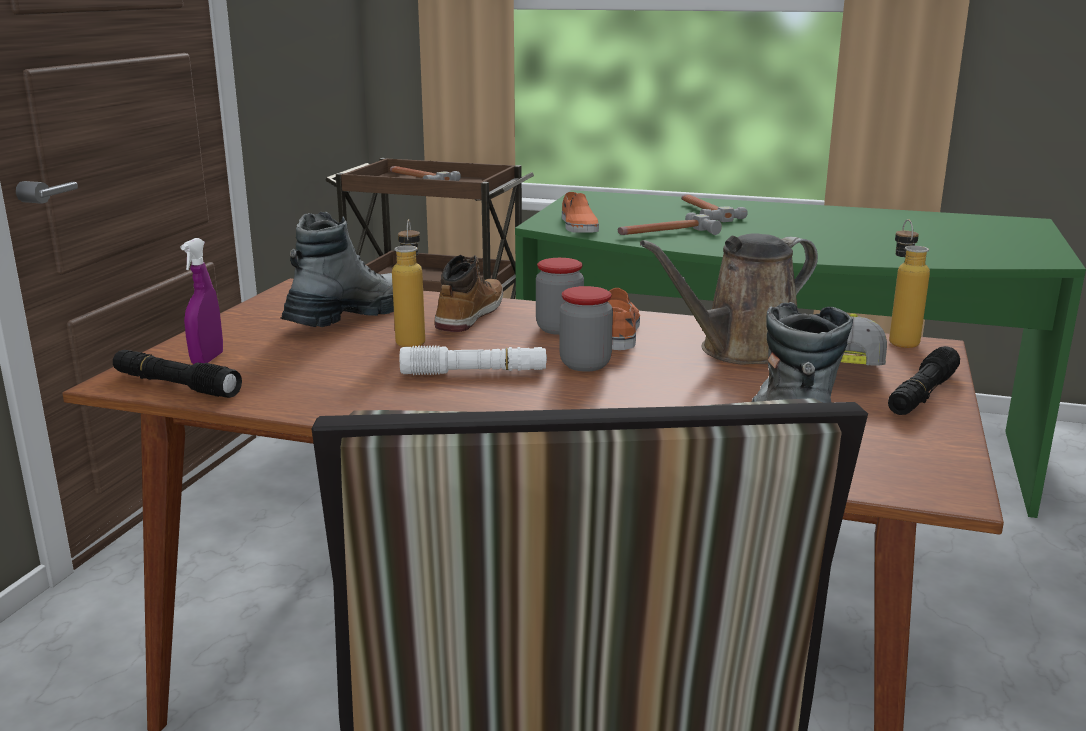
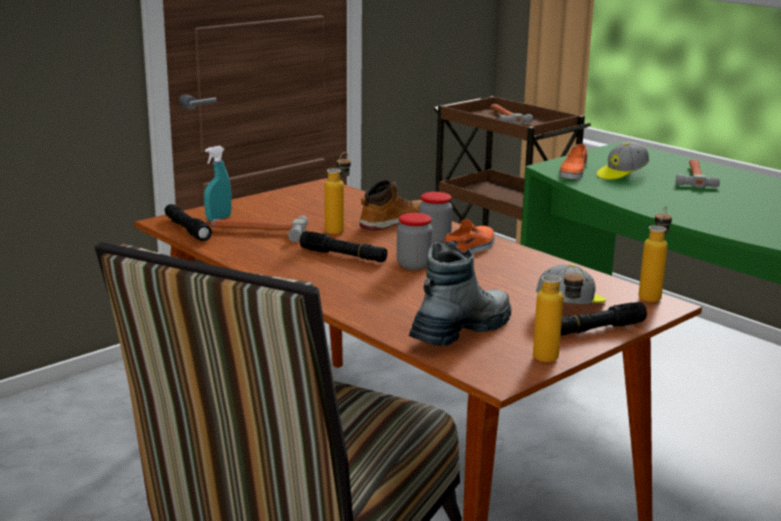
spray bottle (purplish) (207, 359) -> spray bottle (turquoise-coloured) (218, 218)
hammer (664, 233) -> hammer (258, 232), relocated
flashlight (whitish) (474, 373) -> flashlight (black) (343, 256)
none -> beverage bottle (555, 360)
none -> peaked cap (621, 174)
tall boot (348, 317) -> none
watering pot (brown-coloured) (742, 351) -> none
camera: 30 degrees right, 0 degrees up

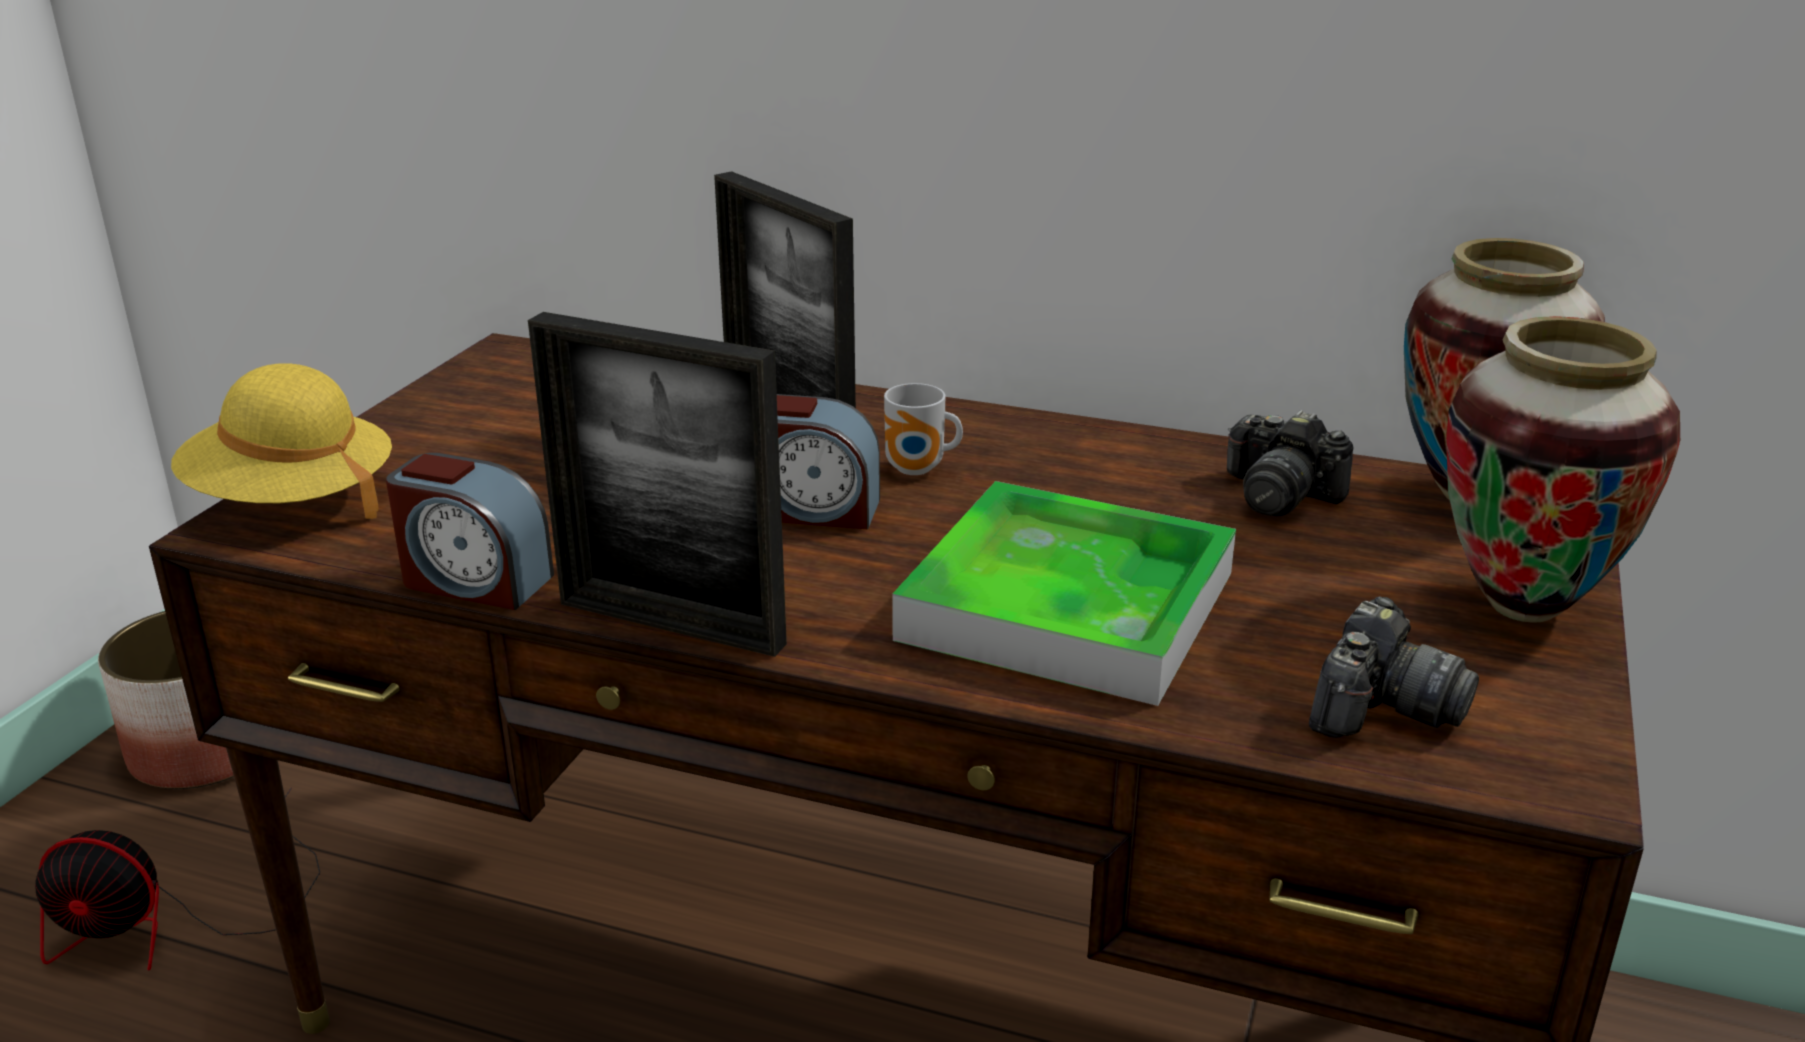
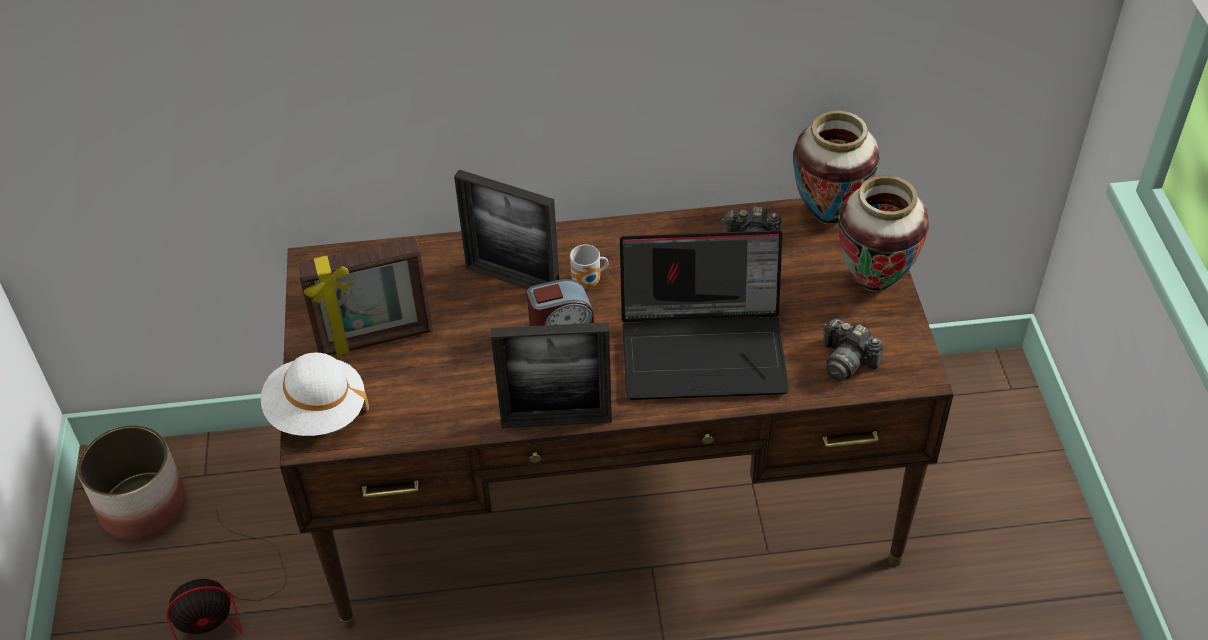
hat (yellow) (292, 500) -> hat (whitish) (317, 412)
none -> standing frame (375, 340)
serving tray (1068, 606) -> laptop (705, 348)
photo camera (1381, 709) -> photo camera (846, 361), 120 degrees clockwise
bedside clock (475, 581) -> none
camera: 25 degrees left, 20 degrees up

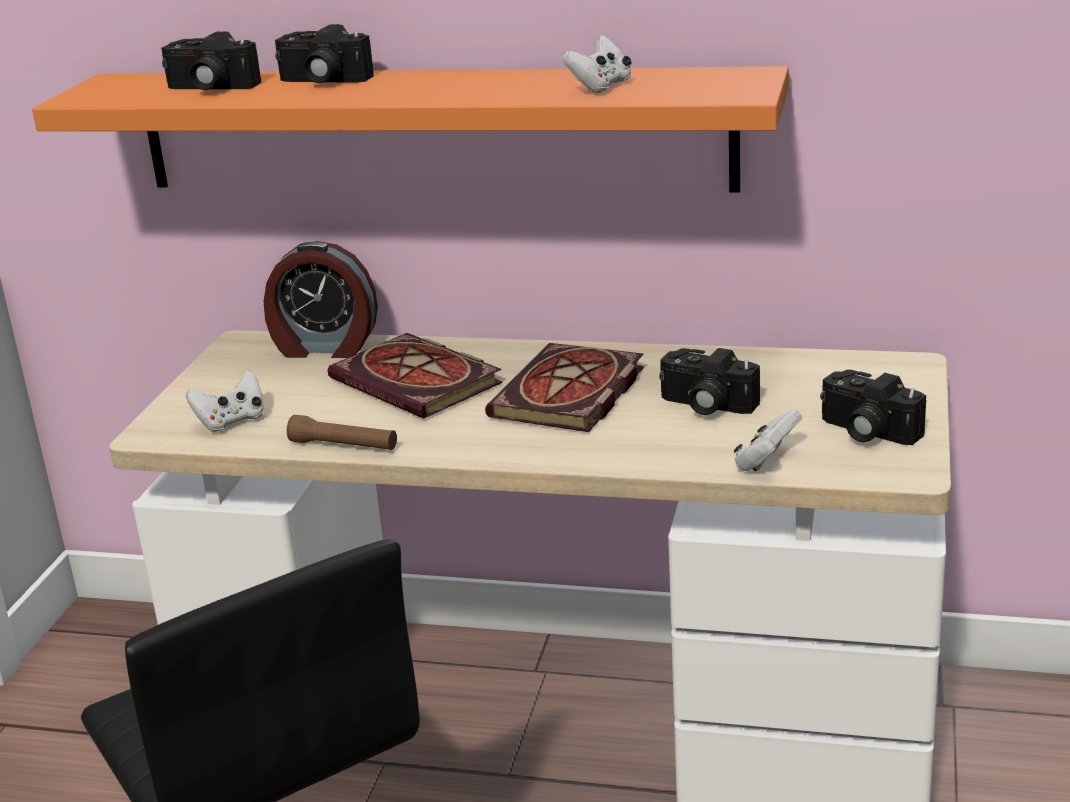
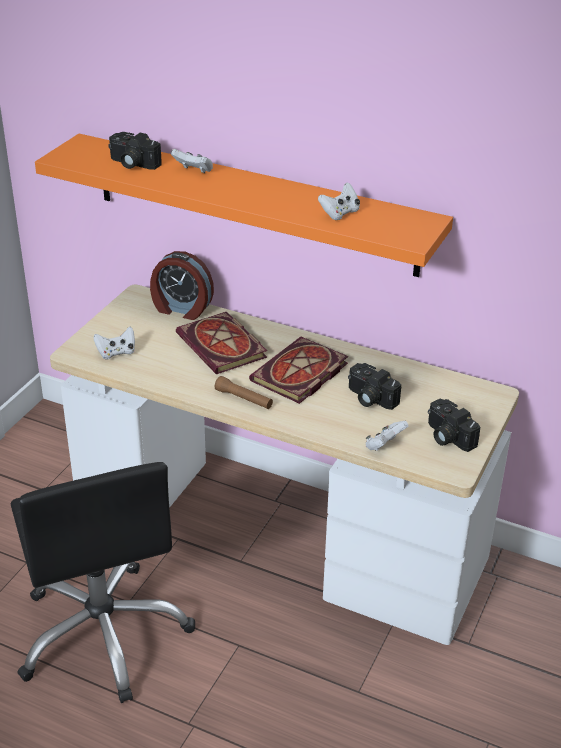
photo camera (322, 81) -> joypad (whitish) (194, 171)
flashlight (brown-coloured) (344, 446) -> flashlight (brown-coloured) (244, 399), relocated
camera: 10 degrees right, 10 degrees up

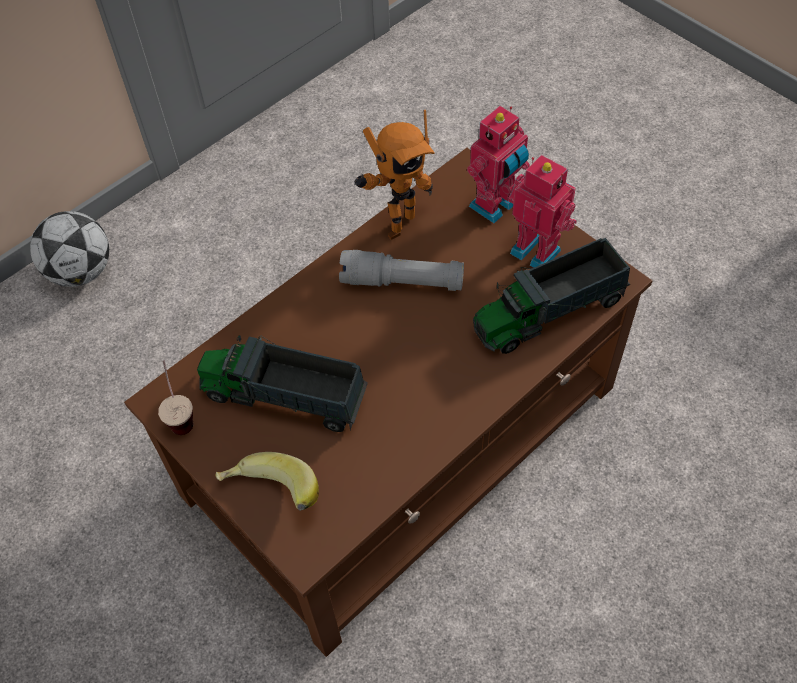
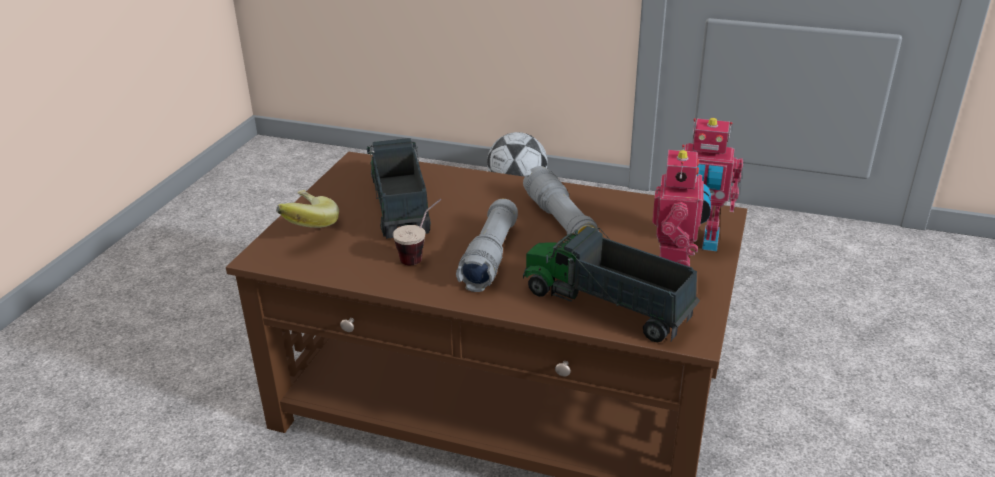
small cup (180, 414) -> small cup (421, 255), relocated
none -> flashlight (gray) (490, 257)
robot figure (396, 224) -> none
camera: 60 degrees right, 25 degrees down

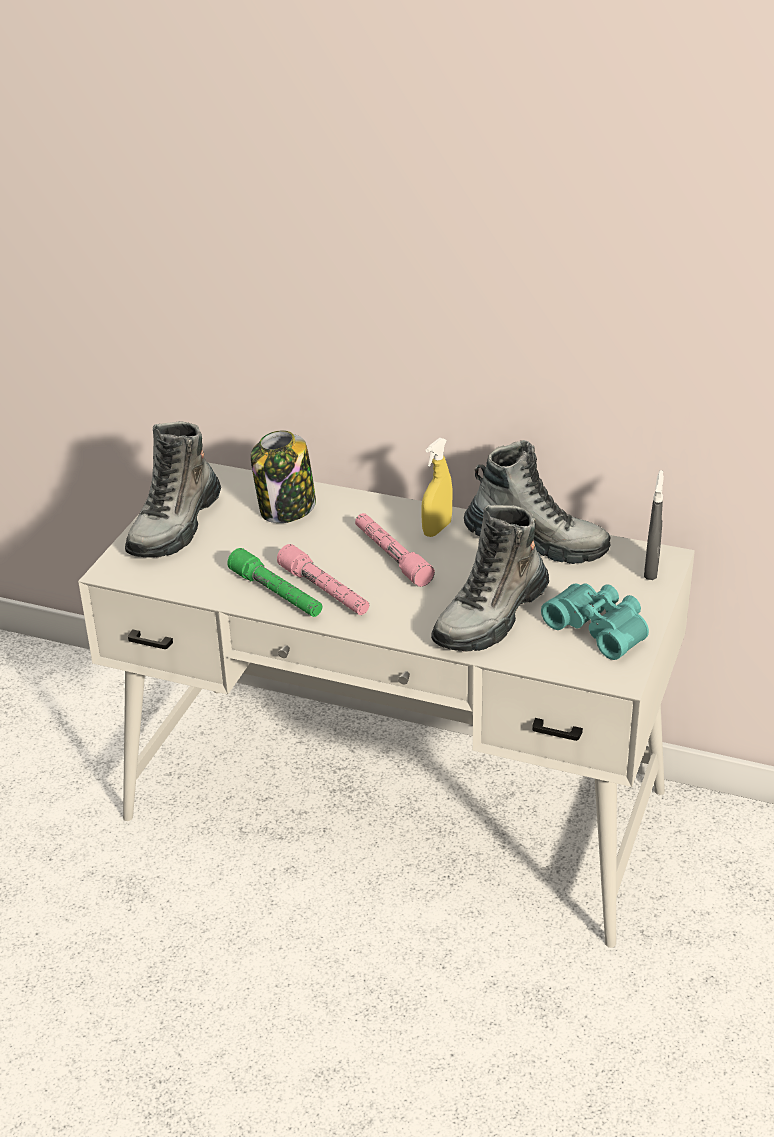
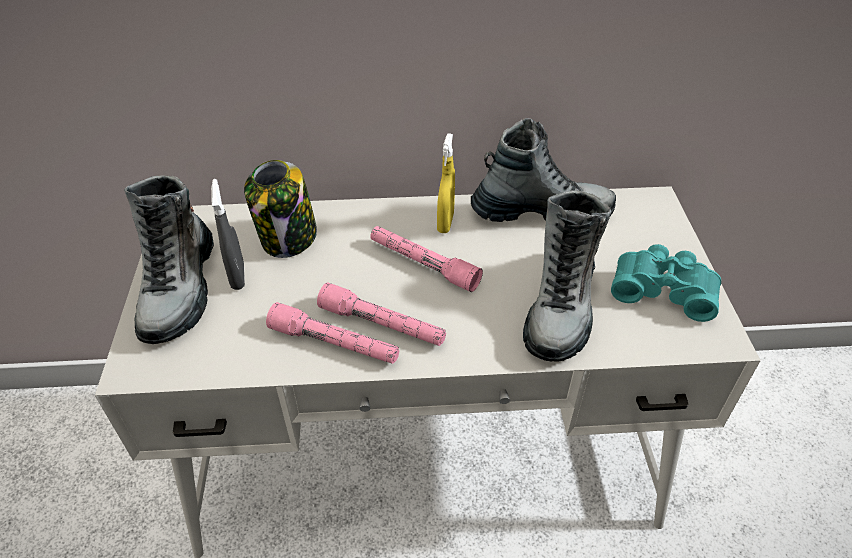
spray bottle (gray) (651, 570) -> spray bottle (gray) (238, 276), relocated
flashlight (green) (277, 594) -> flashlight (pink) (334, 343)
camera: 25 degrees left, 10 degrees up

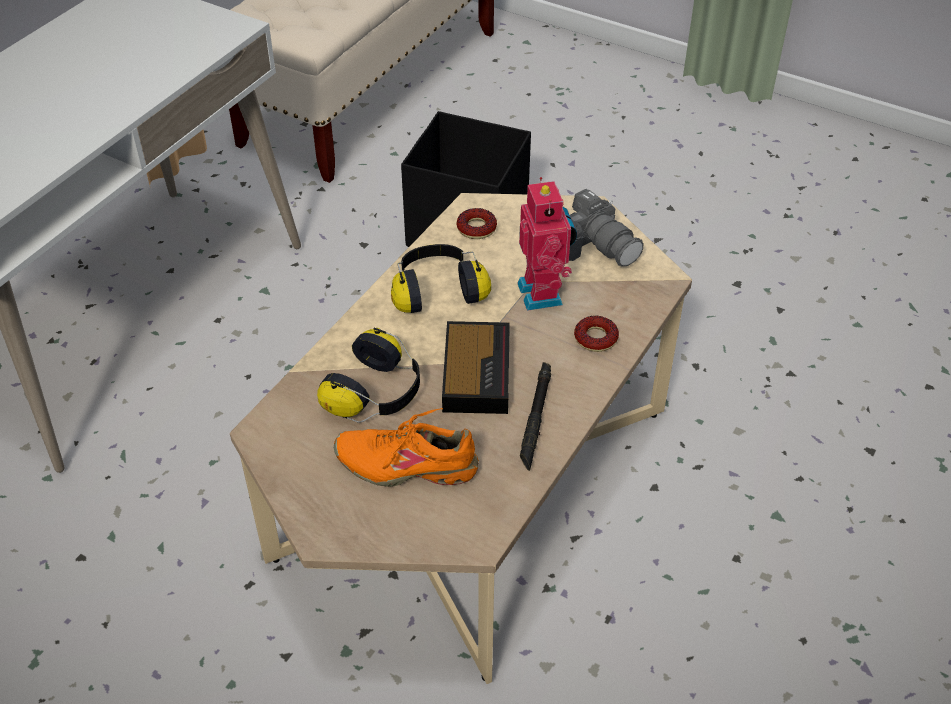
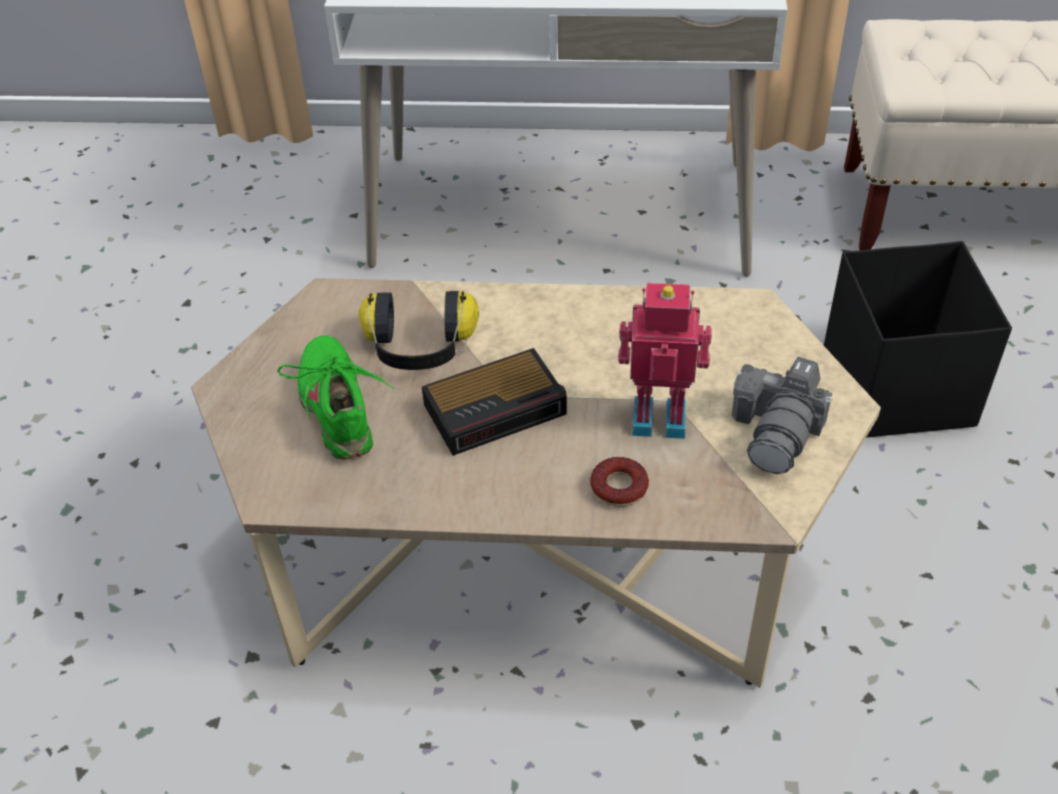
low shoe (orange) (407, 464) -> low shoe (green) (339, 407)
robot figure (543, 293) -> robot figure (659, 416), 135 degrees counterclockwise
headset (437, 291) -> none
doughnut (476, 228) -> none
flashlight (black) (536, 418) -> none
camera: 65 degrees right, 0 degrees up

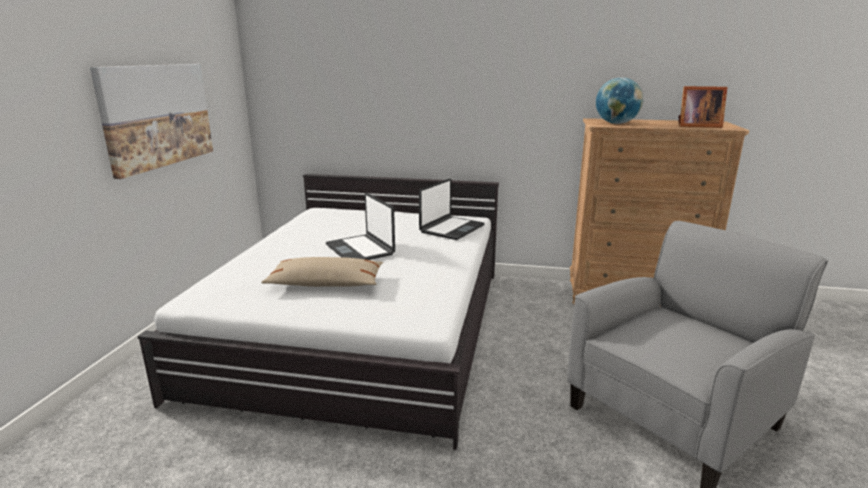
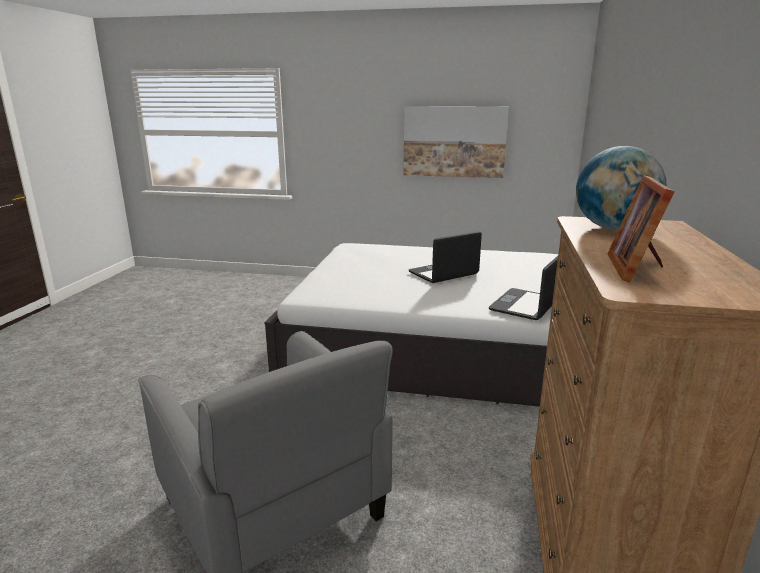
laptop (451, 229) -> laptop (525, 305), 90 degrees clockwise
cushion (beige) (326, 284) -> none
camera: 90 degrees right, 0 degrees up

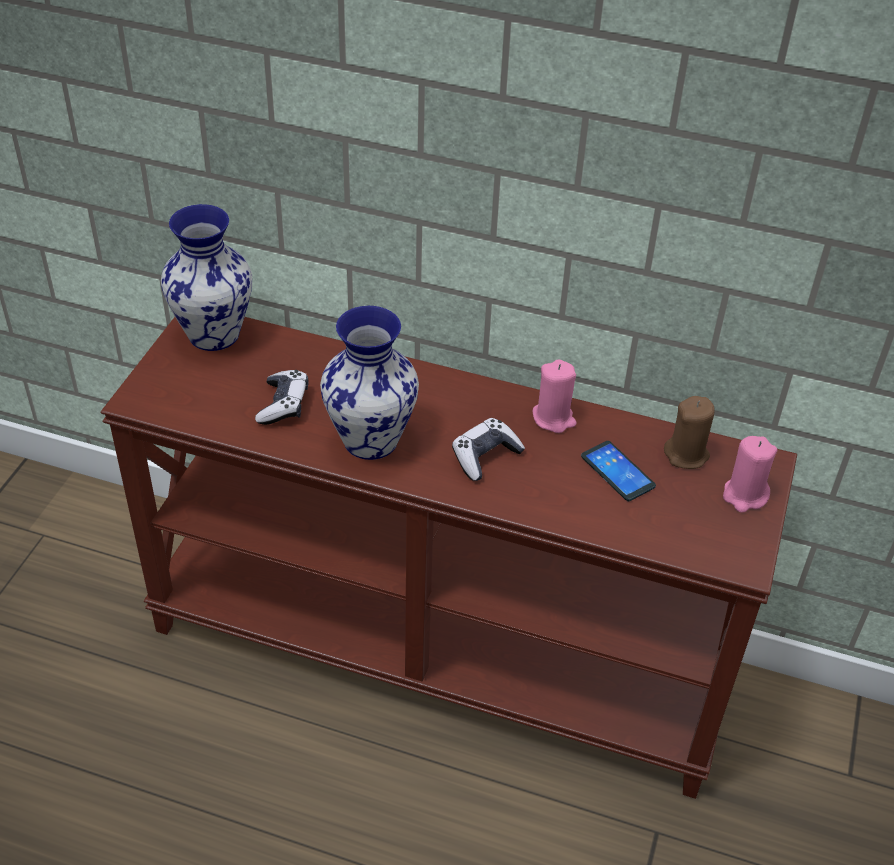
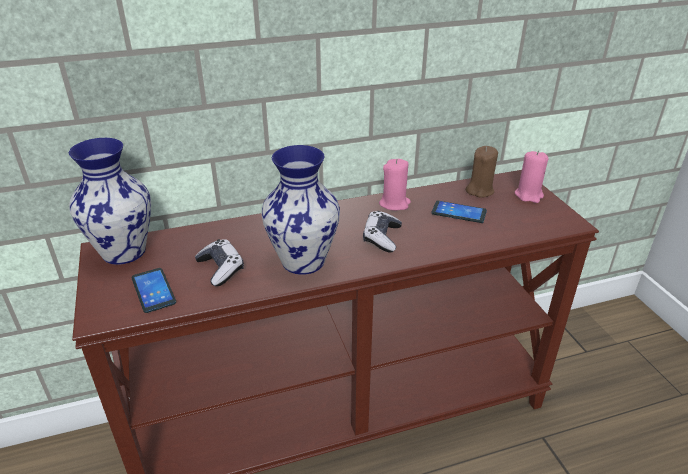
none -> phone (153, 290)
camera: 35 degrees left, 10 degrees down

